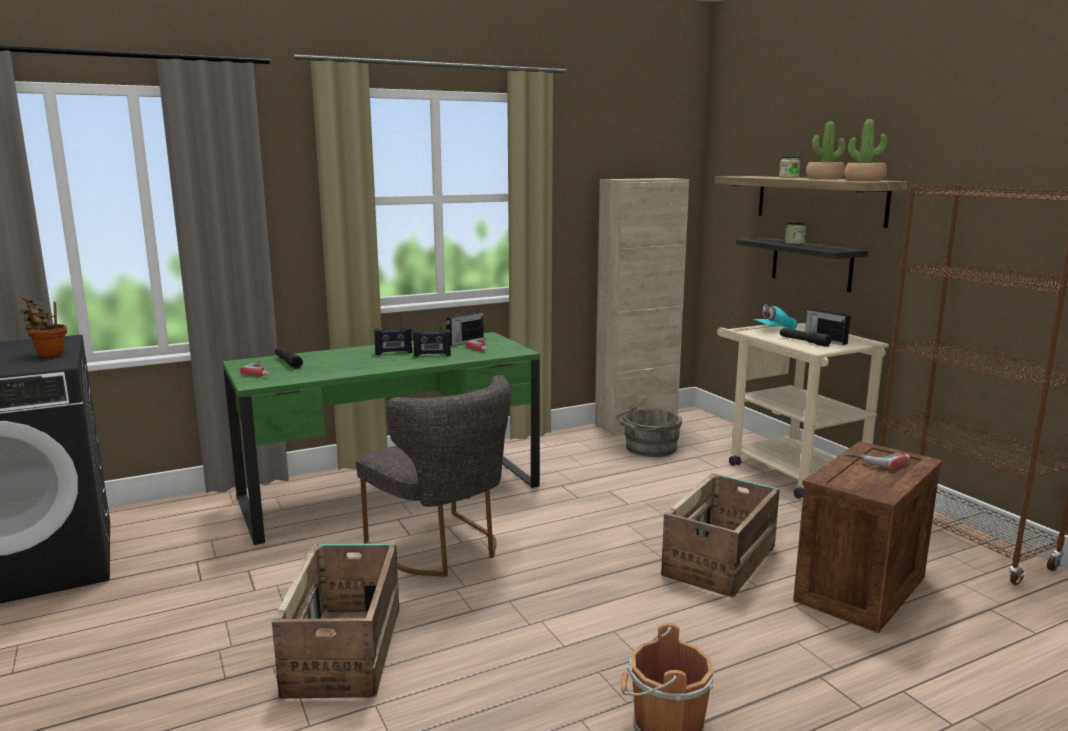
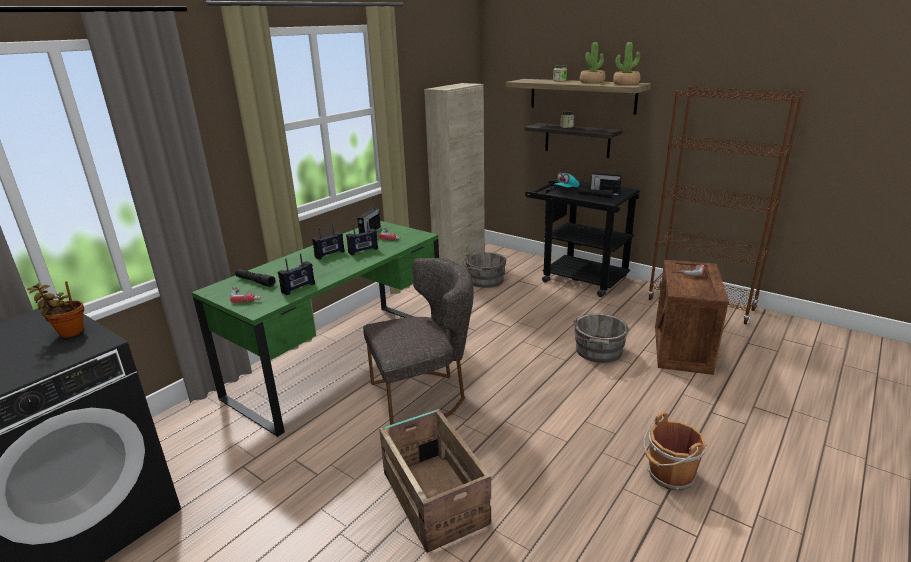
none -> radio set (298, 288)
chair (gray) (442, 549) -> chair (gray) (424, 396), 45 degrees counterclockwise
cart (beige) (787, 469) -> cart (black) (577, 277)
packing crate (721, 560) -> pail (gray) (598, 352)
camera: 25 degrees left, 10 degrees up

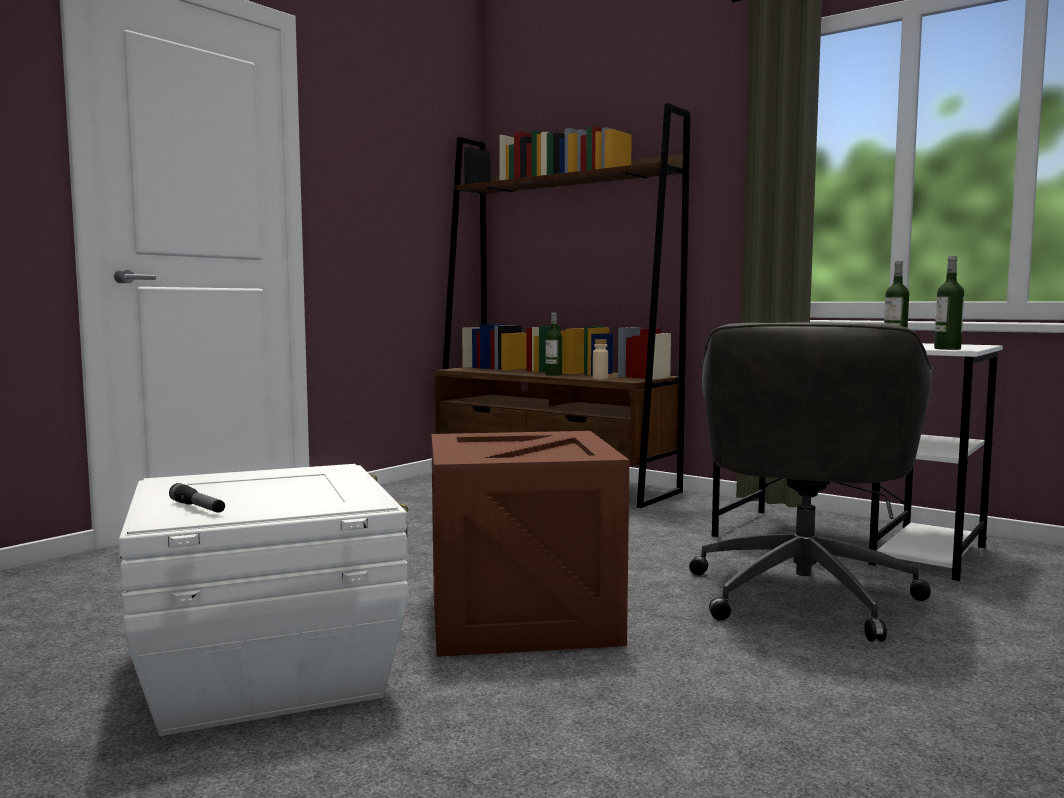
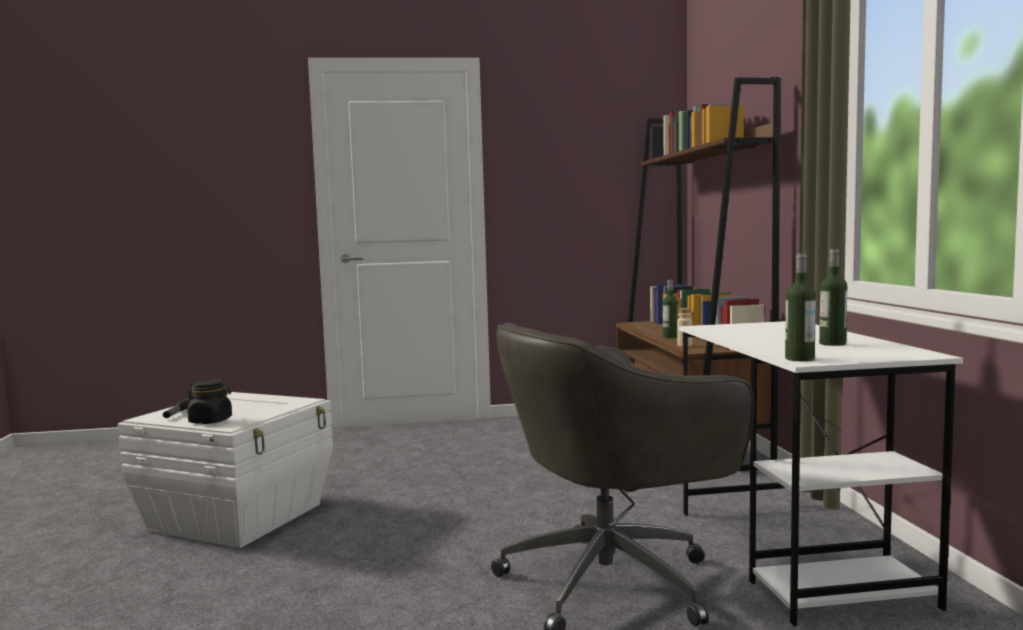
none -> preserve jar (black) (211, 421)
packing crate (521, 615) -> none
camera: 45 degrees right, 0 degrees up

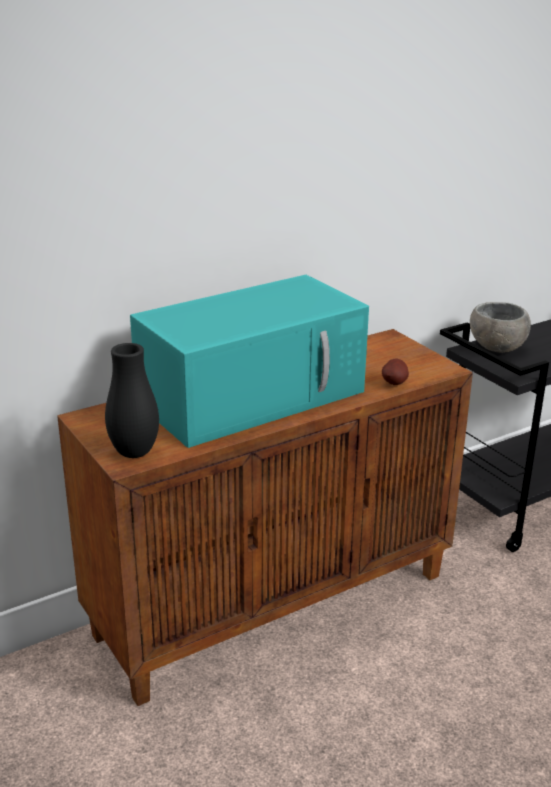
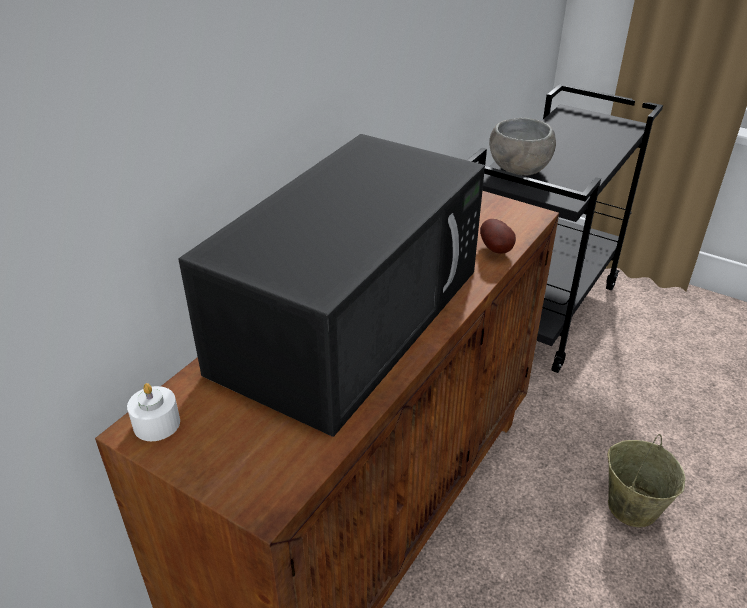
none -> wax candle (whitish) (156, 424)
microwave oven (turquoise-coloured) (254, 395) -> microwave oven (black) (351, 316)
none -> pail (beige) (631, 506)
flower vase (black) (134, 452) -> none
camera: 25 degrees left, 10 degrees up

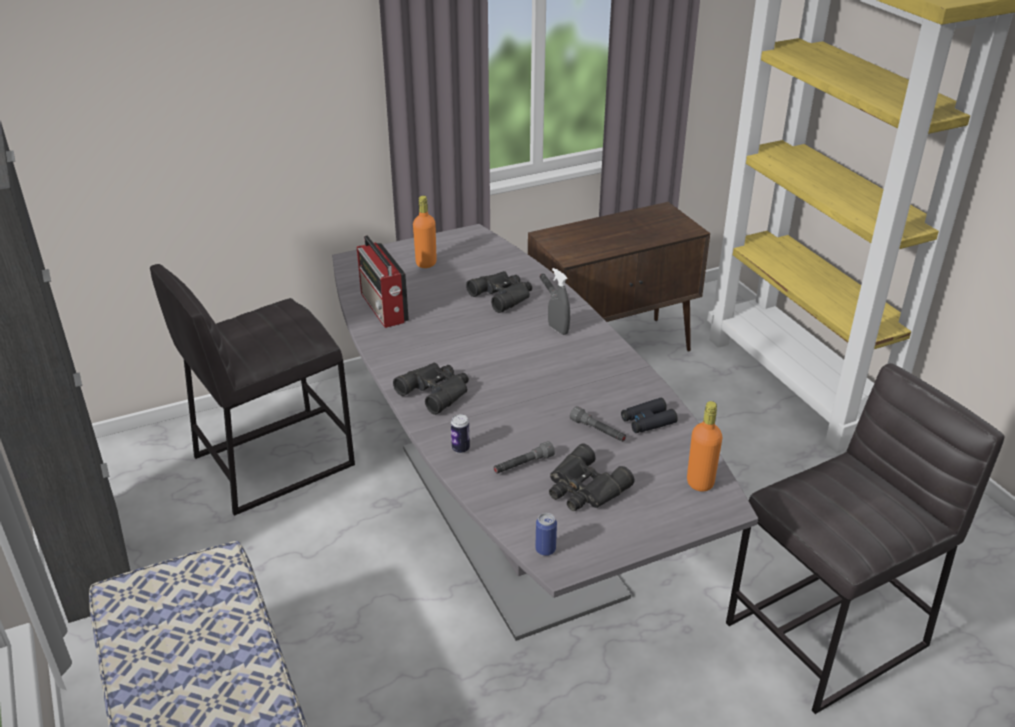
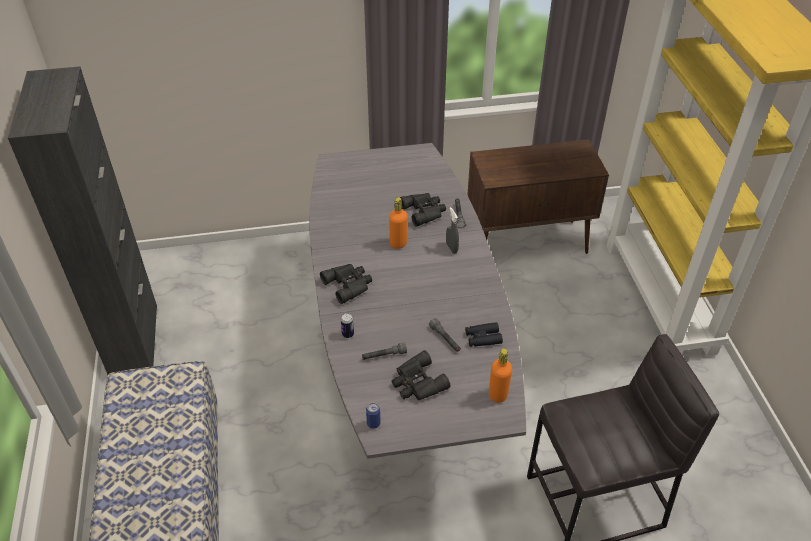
beverage bottle (orange) (426, 263) -> beverage bottle (orange) (398, 243), relocated
stool (gray) (272, 460) -> none
radio set (384, 308) -> none
camera: 15 degrees right, 10 degrees up

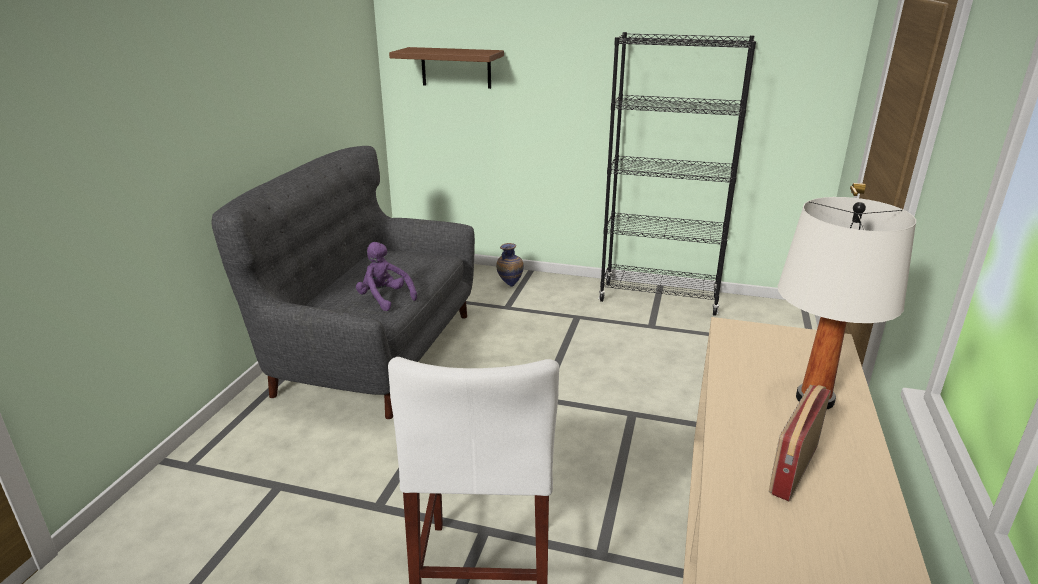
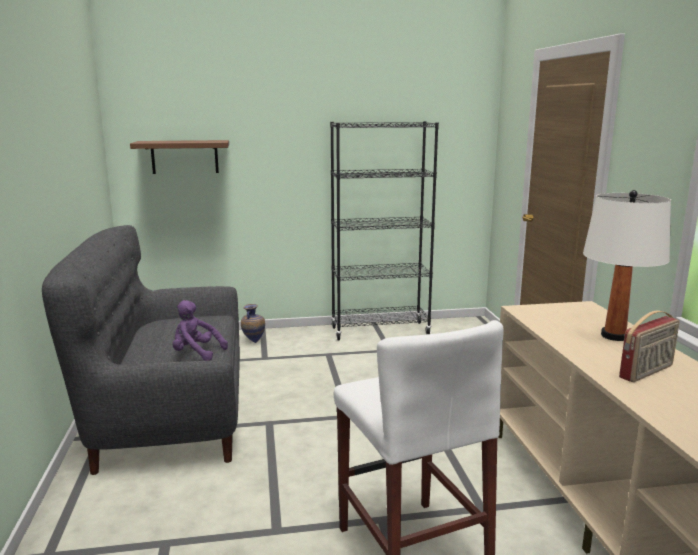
radio set (792, 469) -> radio set (647, 372), 135 degrees counterclockwise
camera: 25 degrees left, 10 degrees down

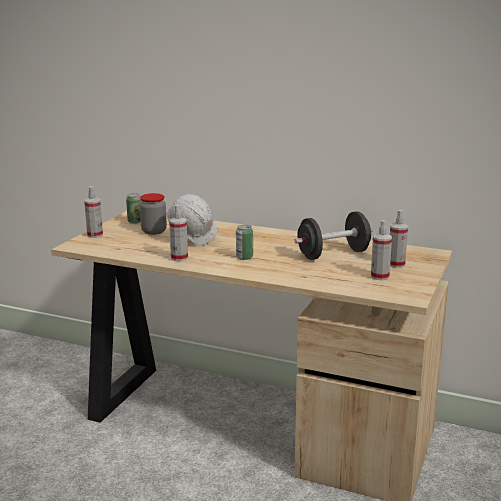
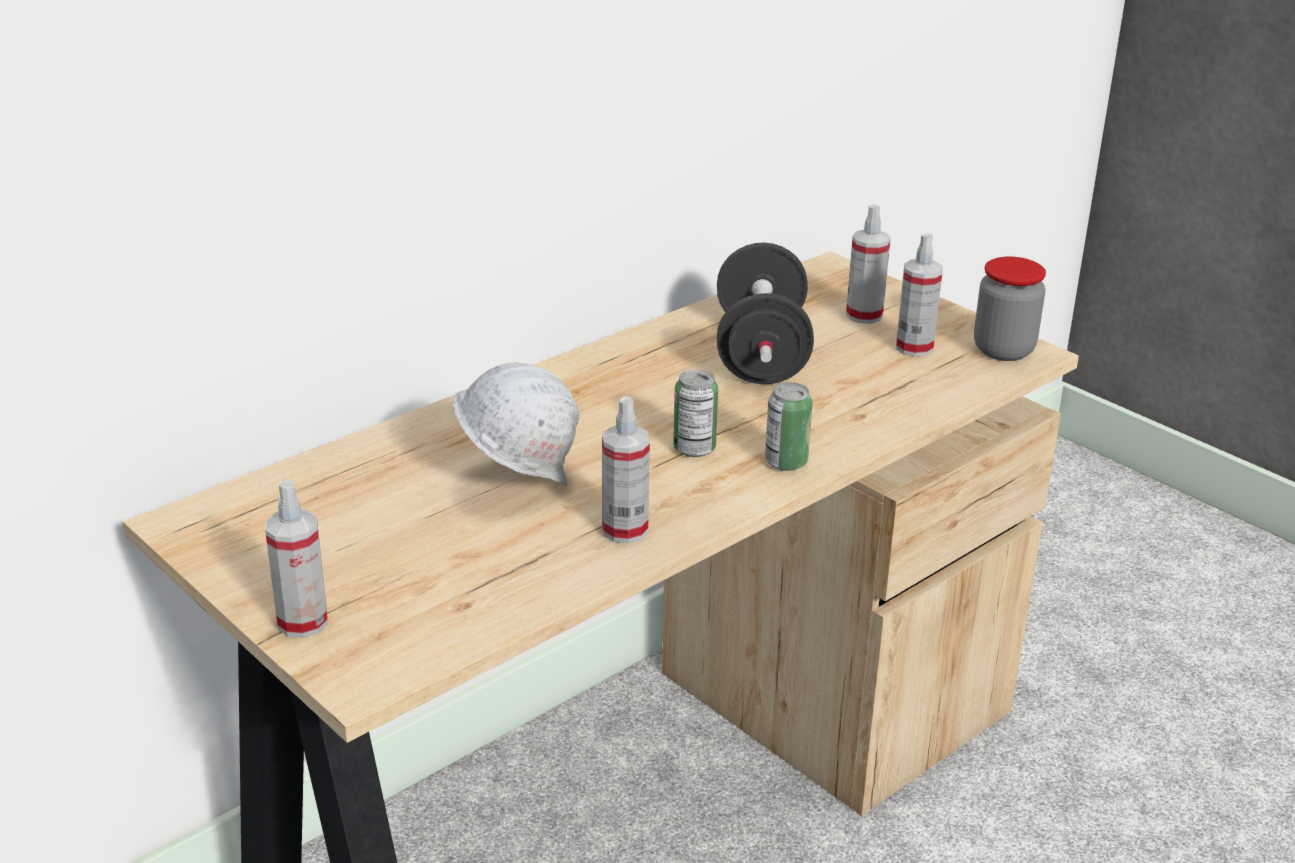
sealed can (135, 222) -> sealed can (786, 462), relocated
preserve jar (154, 231) -> preserve jar (1003, 350), relocated
camera: 65 degrees left, 10 degrees up

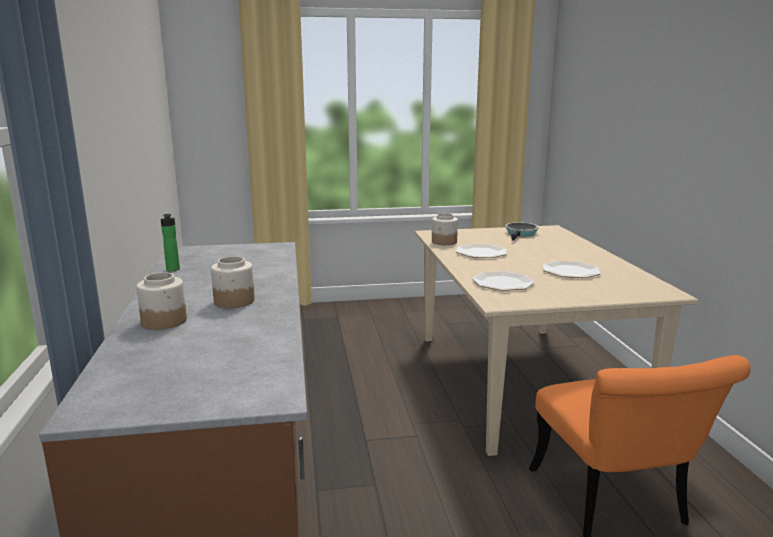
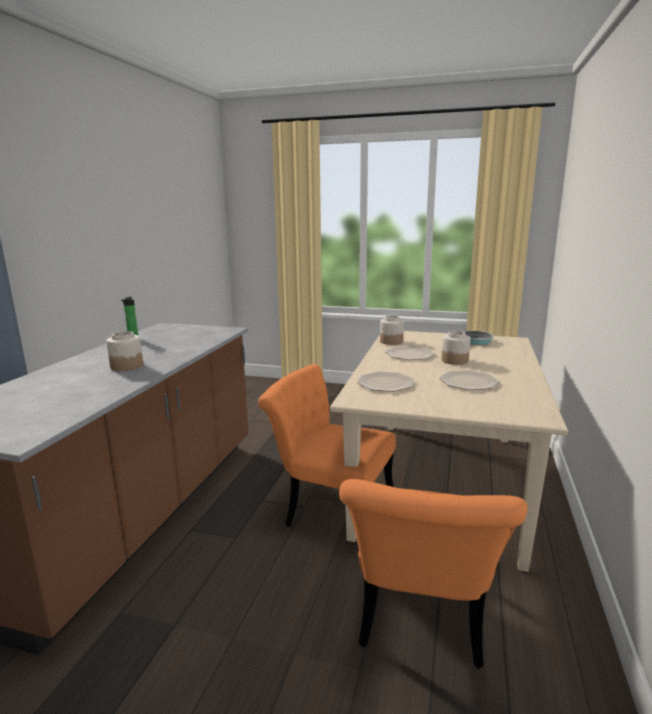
none -> chair (orange) (330, 510)
preserve jar (164, 321) -> preserve jar (455, 360), relocated
camera: 25 degrees right, 0 degrees up

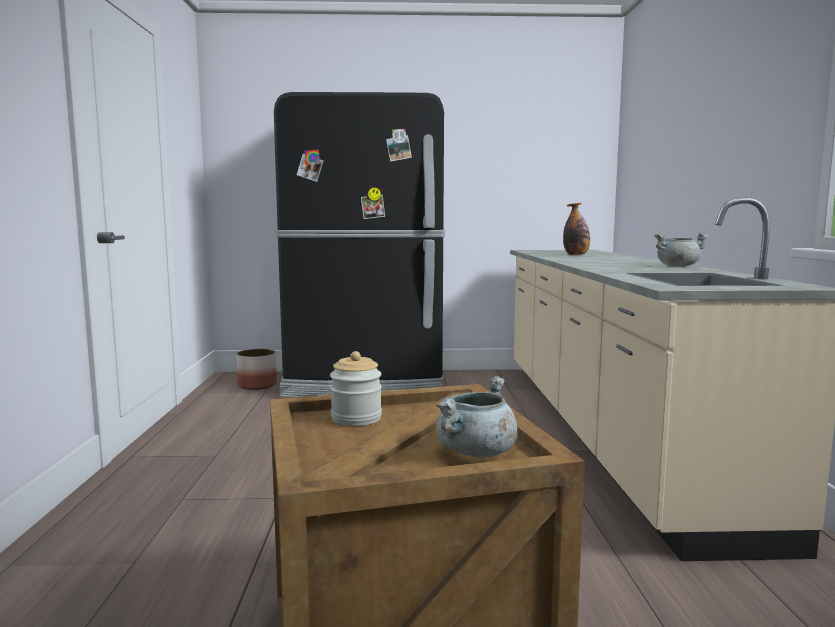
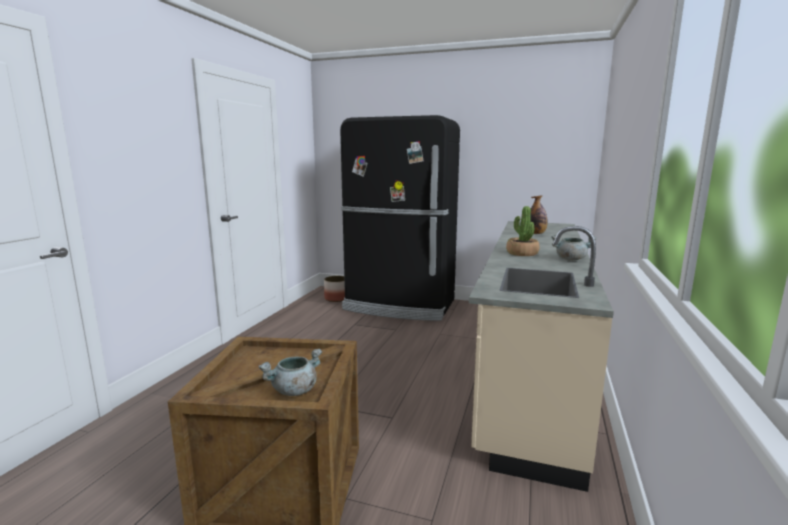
none -> potted plant (522, 253)
preserve jar (356, 418) -> none
camera: 20 degrees right, 5 degrees up

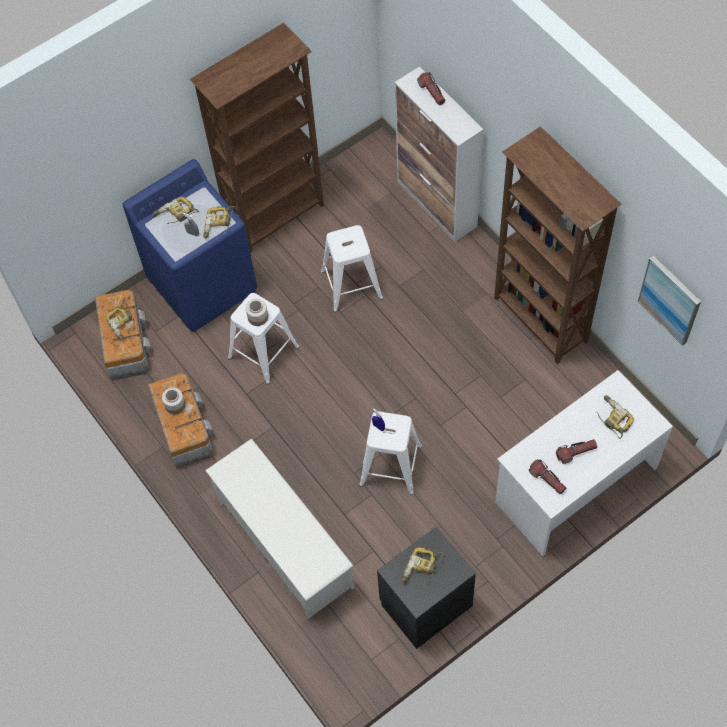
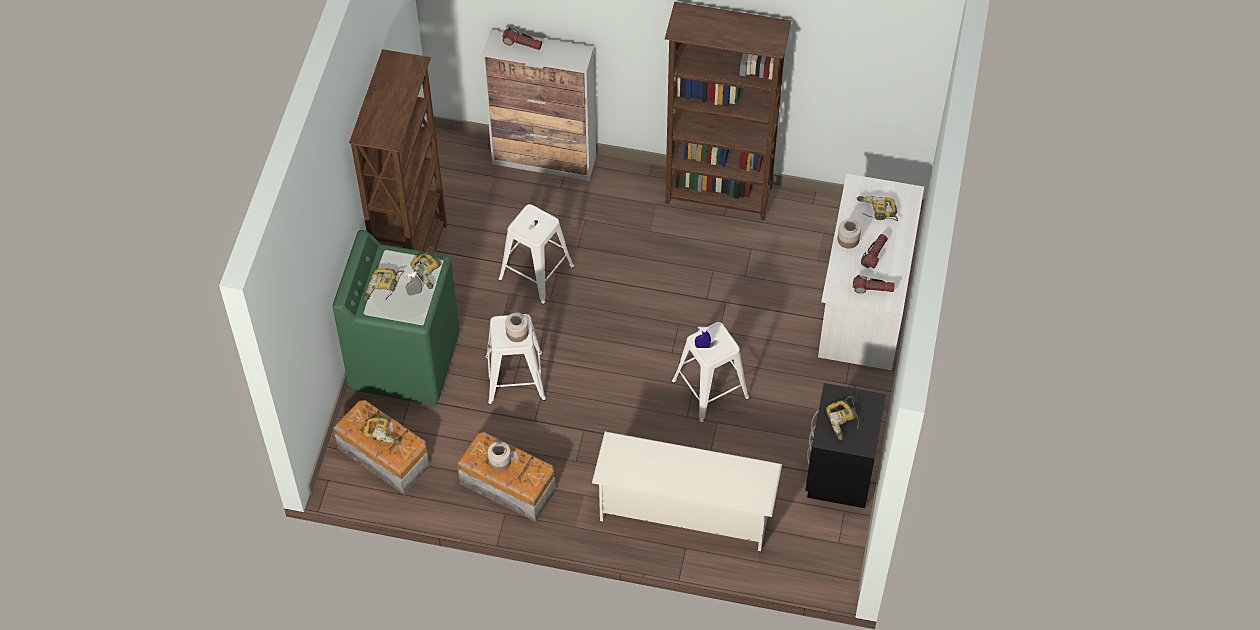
washing machine (blue) (203, 284) -> washing machine (green) (405, 360)
none -> preserve jar (848, 240)
wall picture (670, 299) -> none
camera: 45 degrees left, 5 degrees down

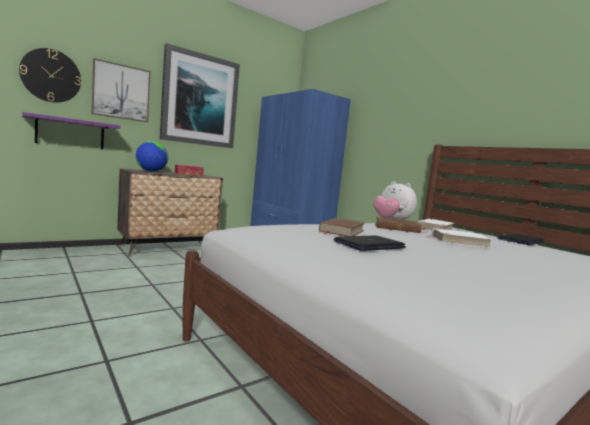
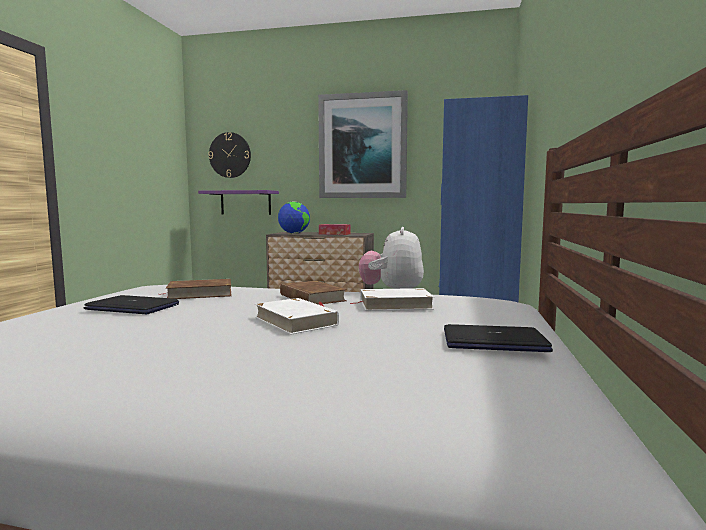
wall picture (121, 92) -> none
camera: 50 degrees right, 0 degrees up

